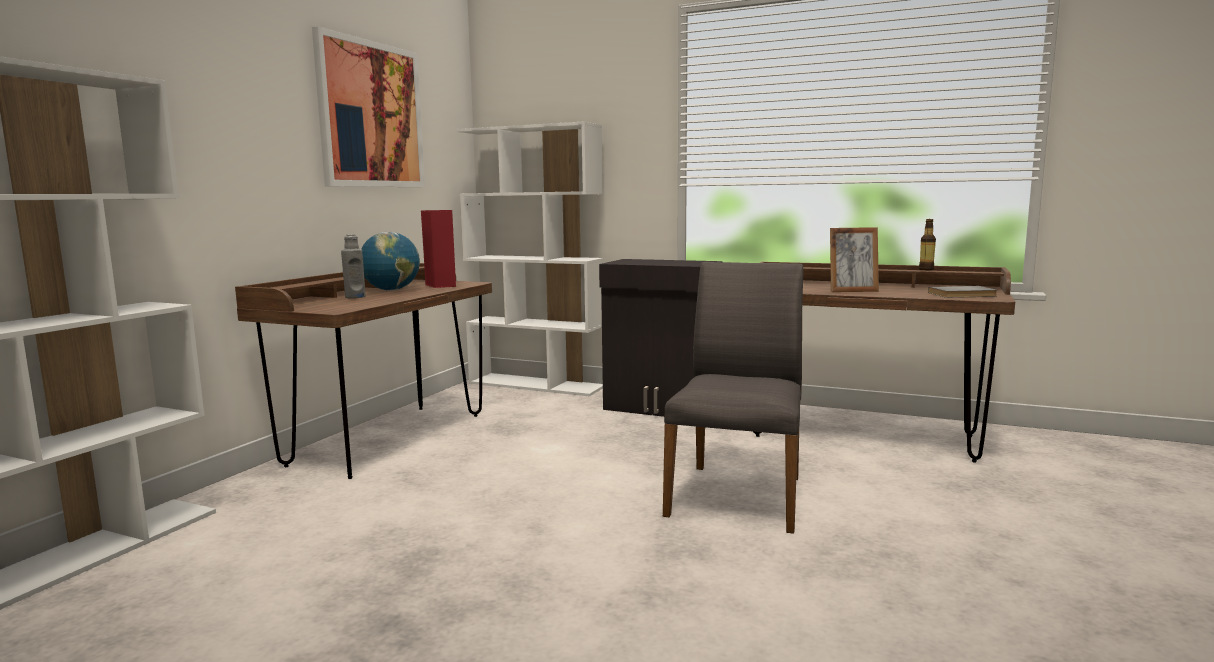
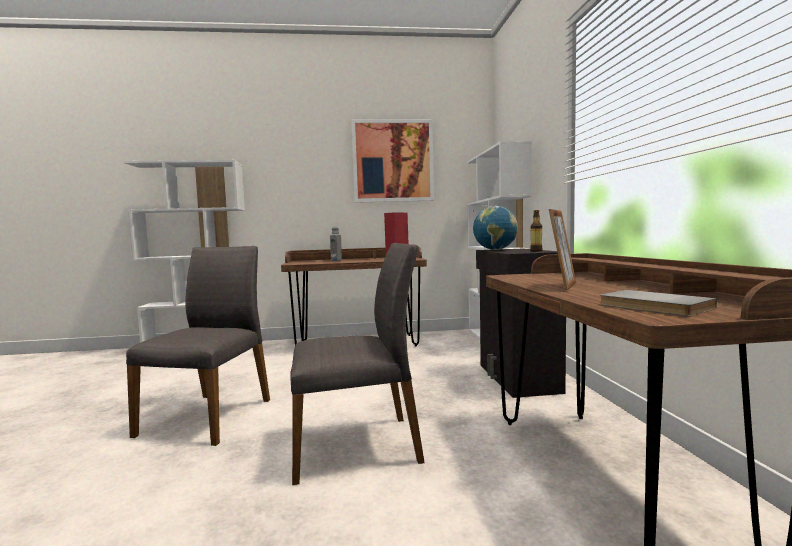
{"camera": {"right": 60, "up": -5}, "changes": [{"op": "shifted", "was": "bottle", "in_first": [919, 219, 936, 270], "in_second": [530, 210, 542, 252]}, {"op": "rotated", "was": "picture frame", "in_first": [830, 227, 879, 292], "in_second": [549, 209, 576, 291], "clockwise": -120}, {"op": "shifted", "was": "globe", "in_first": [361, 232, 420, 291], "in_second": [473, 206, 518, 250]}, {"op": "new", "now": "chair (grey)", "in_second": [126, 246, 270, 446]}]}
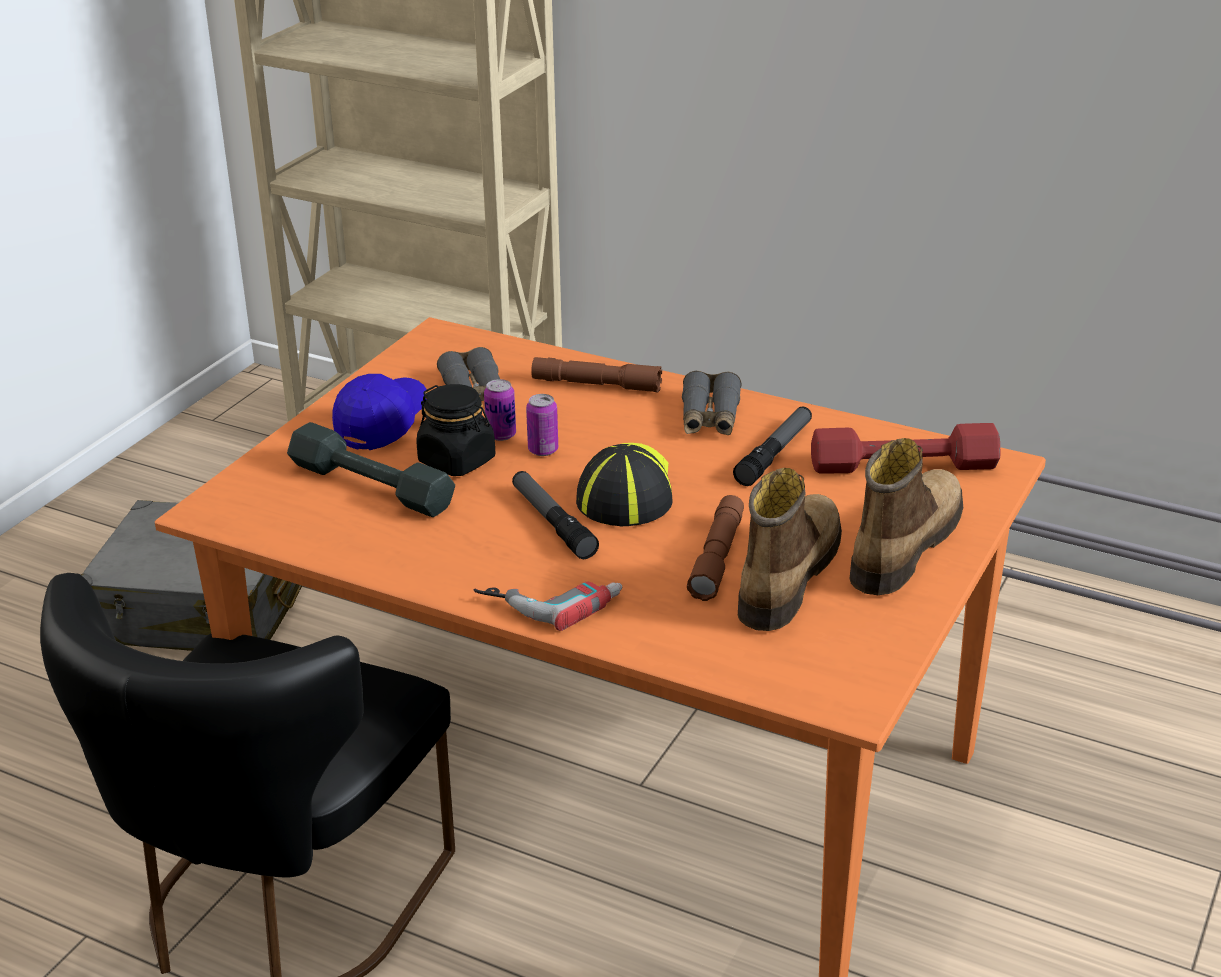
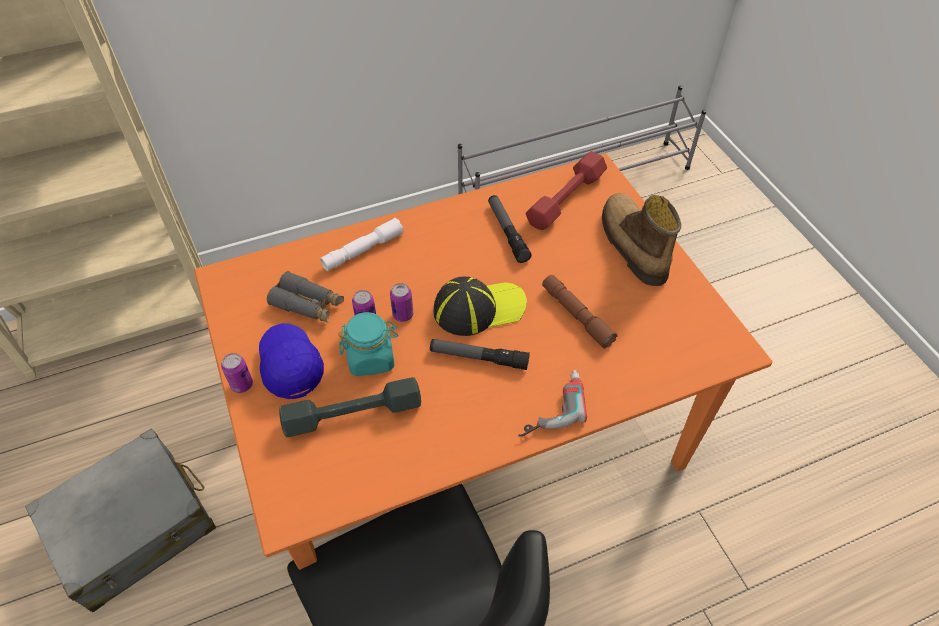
{"camera": {"right": -50, "up": 20}, "changes": [{"op": "repainted", "was": "flashlight (brown)", "now": "flashlight (white)", "in_first": [531, 357, 662, 393], "in_second": [320, 218, 404, 271]}, {"op": "gone", "was": "binoculars (grey)", "in_first": [682, 371, 741, 435]}, {"op": "repainted", "was": "jar (black)", "now": "jar (turquoise)", "in_first": [416, 384, 495, 476], "in_second": [338, 312, 398, 376]}, {"op": "rotated", "was": "cap", "in_first": [576, 443, 673, 526], "in_second": [433, 276, 527, 336], "clockwise": 120}, {"op": "gone", "was": "boot", "in_first": [738, 468, 842, 631]}, {"op": "new", "now": "can", "in_second": [221, 353, 253, 393]}]}
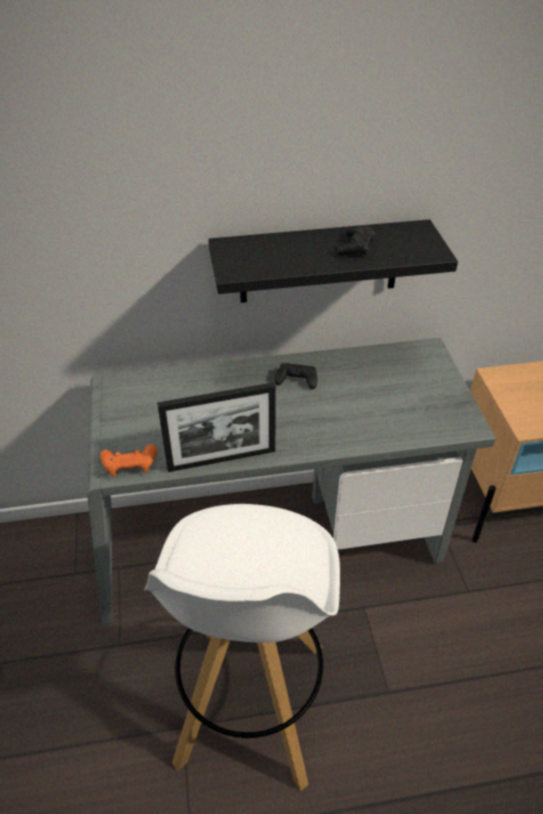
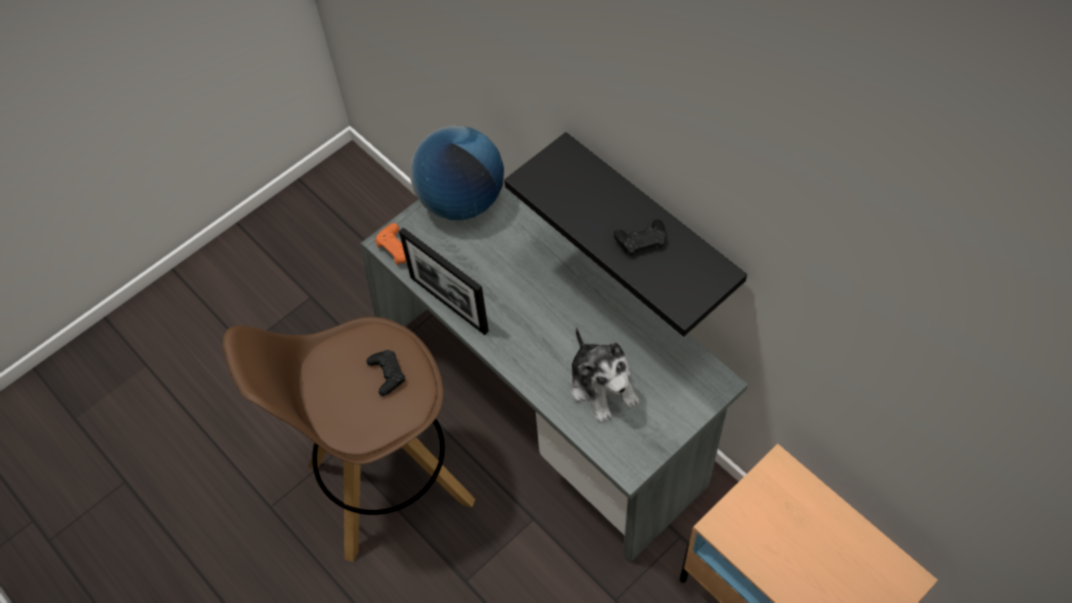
{"camera": {"right": 60, "up": 15}, "changes": [{"op": "shifted", "was": "game controller (black)", "in_first": [274, 363, 317, 389], "in_second": [367, 350, 405, 396]}, {"op": "repainted", "was": "stool (white)", "now": "stool (brown)", "in_first": [145, 504, 340, 791], "in_second": [222, 317, 476, 562]}, {"op": "new", "now": "globe", "in_second": [410, 126, 504, 220]}, {"op": "new", "now": "plush toy", "in_second": [570, 327, 639, 423]}]}
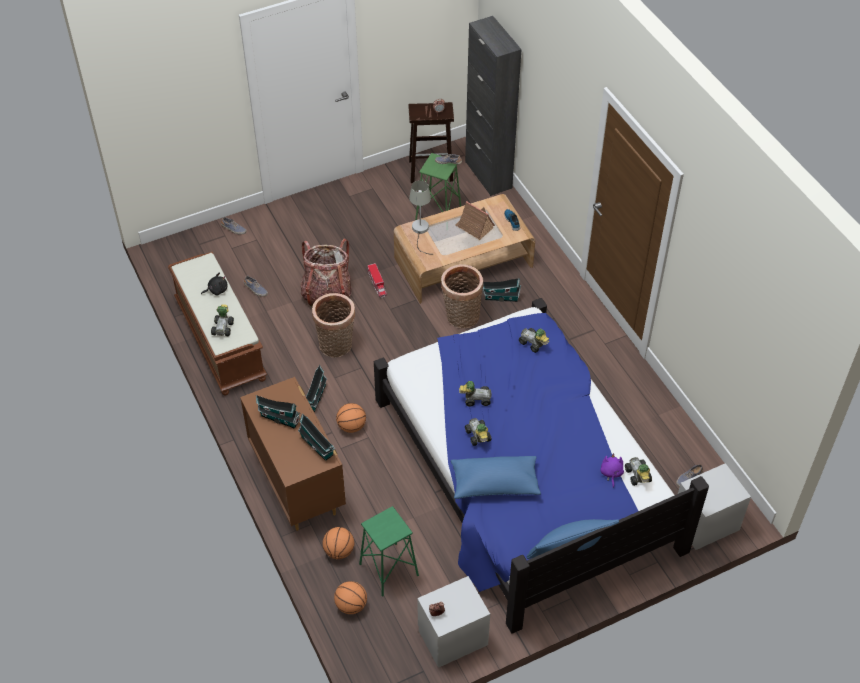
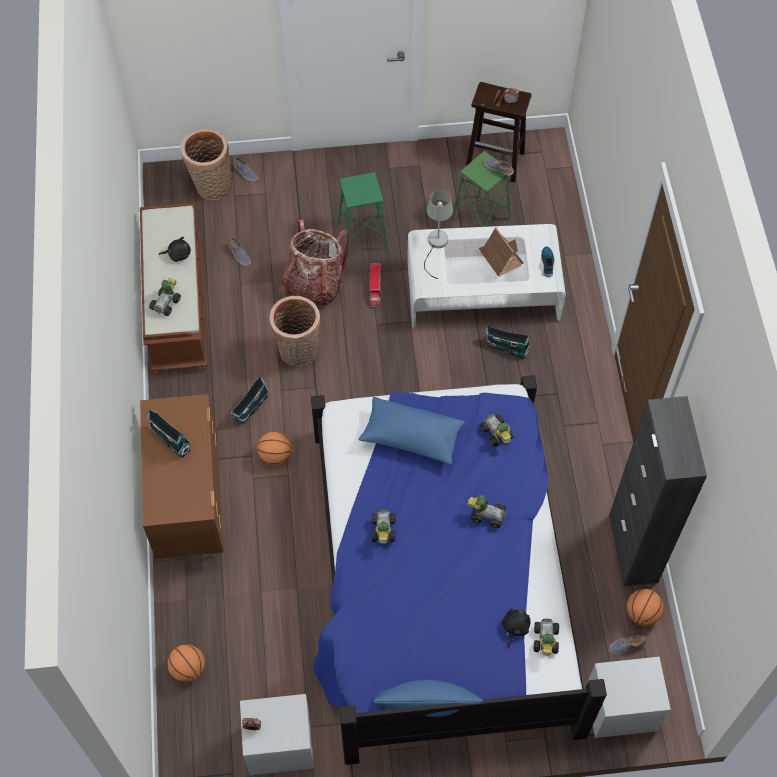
{"camera": {"right": 20, "up": 10}, "changes": [{"op": "shifted", "was": "cabinet (black)", "in_first": [465, 16, 522, 196], "in_second": [609, 396, 707, 586]}, {"op": "repainted", "was": "coffee table (brown)", "now": "coffee table (white)", "in_first": [394, 194, 535, 304], "in_second": [407, 224, 566, 328]}, {"op": "shifted", "was": "basket", "in_first": [441, 264, 484, 329], "in_second": [181, 129, 232, 200]}, {"op": "shifted", "was": "toy car", "in_first": [459, 381, 492, 406], "in_second": [467, 495, 506, 528]}, {"op": "gone", "was": "toy house", "in_first": [298, 414, 335, 461]}, {"op": "repainted", "was": "plush toy (purple)", "now": "plush toy (black)", "in_first": [600, 453, 624, 488], "in_second": [502, 607, 531, 647]}, {"op": "shifted", "was": "pillow (blue)", "in_first": [451, 456, 541, 499], "in_second": [359, 397, 465, 465]}, {"op": "shifted", "was": "stool (green)", "in_first": [359, 506, 419, 597], "in_second": [338, 172, 388, 258]}, {"op": "shifted", "was": "basketball", "in_first": [322, 527, 354, 559], "in_second": [627, 589, 664, 626]}]}
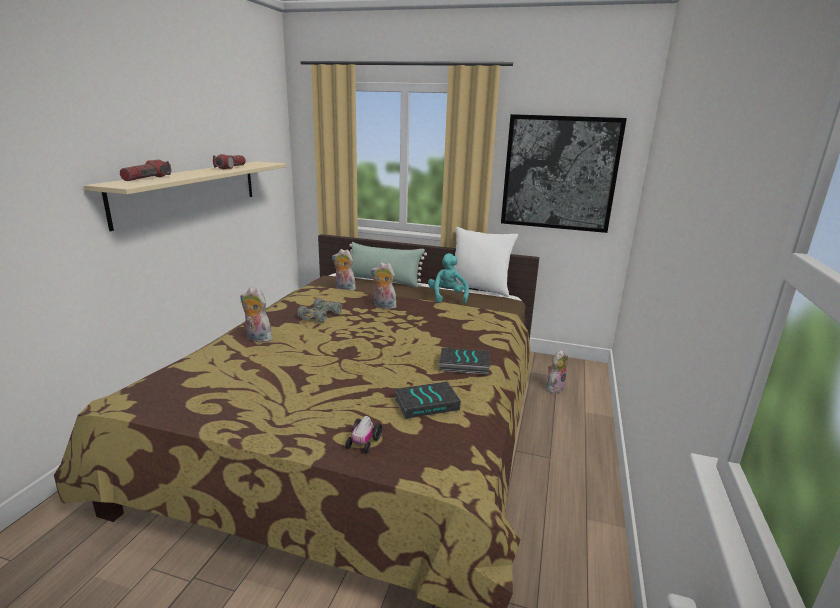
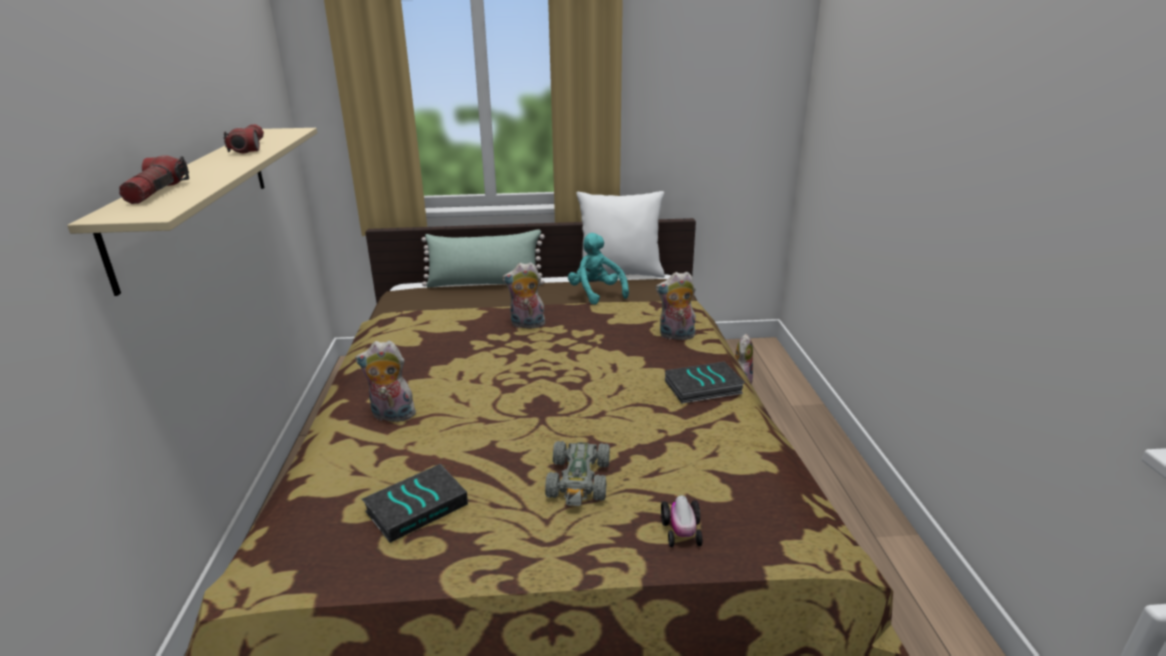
{"camera": {"right": -20, "up": 5}, "changes": [{"op": "gone", "was": "picture", "in_first": [501, 114, 627, 233]}, {"op": "shifted", "was": "plush toy", "in_first": [332, 249, 357, 291], "in_second": [655, 272, 696, 340]}, {"op": "shifted", "was": "toy car (grey)", "in_first": [297, 298, 342, 323], "in_second": [545, 441, 610, 506]}, {"op": "shifted", "was": "book", "in_first": [394, 381, 461, 419], "in_second": [362, 464, 468, 543]}]}
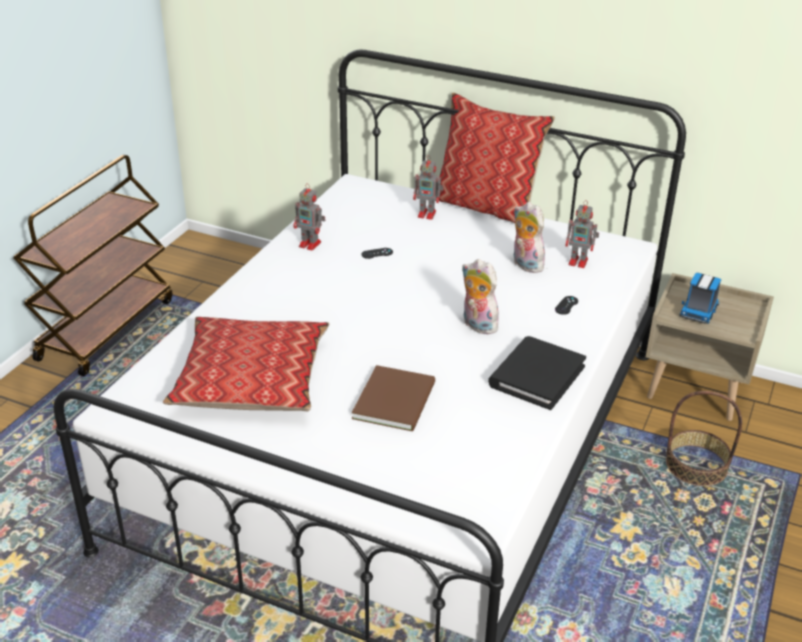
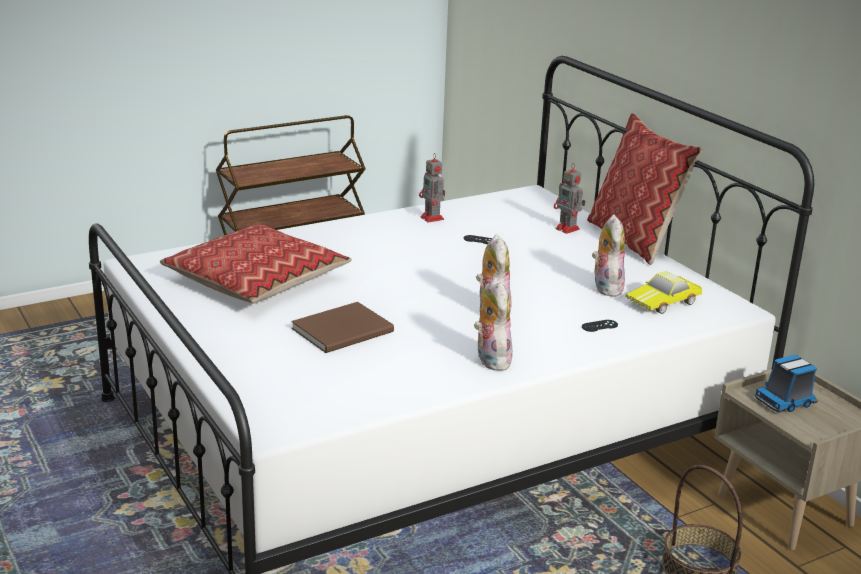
{"camera": {"right": 35, "up": -10}, "changes": [{"op": "swapped", "was": "toy robot", "now": "toy car", "in_first": [565, 200, 599, 268], "in_second": [625, 271, 702, 314]}, {"op": "swapped", "was": "book (black)", "now": "plush toy", "in_first": [488, 336, 586, 410], "in_second": [474, 278, 513, 371]}]}
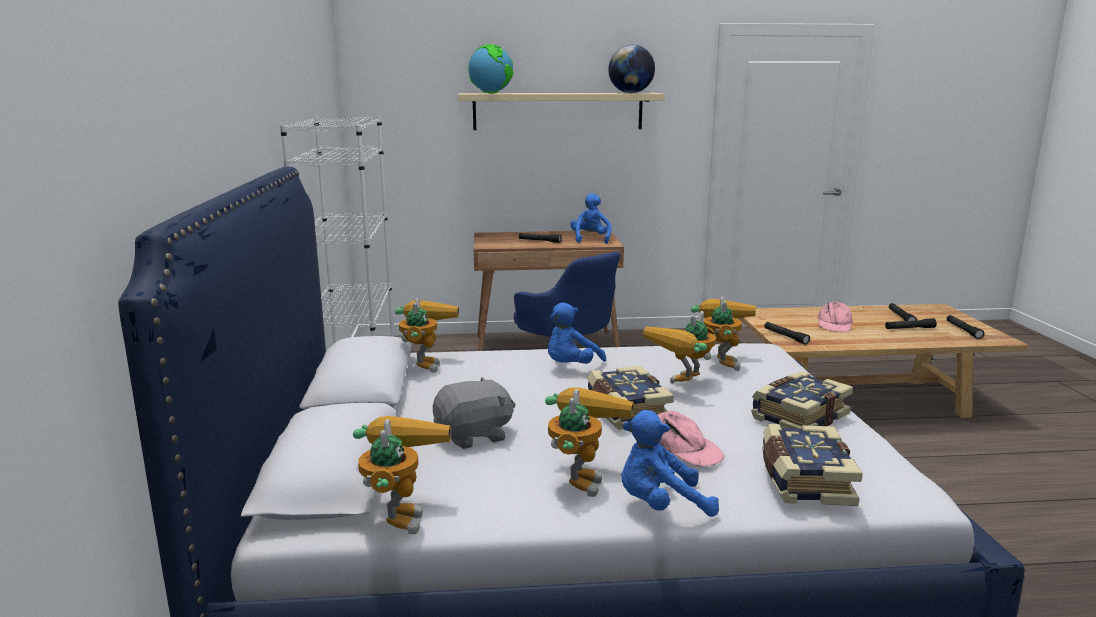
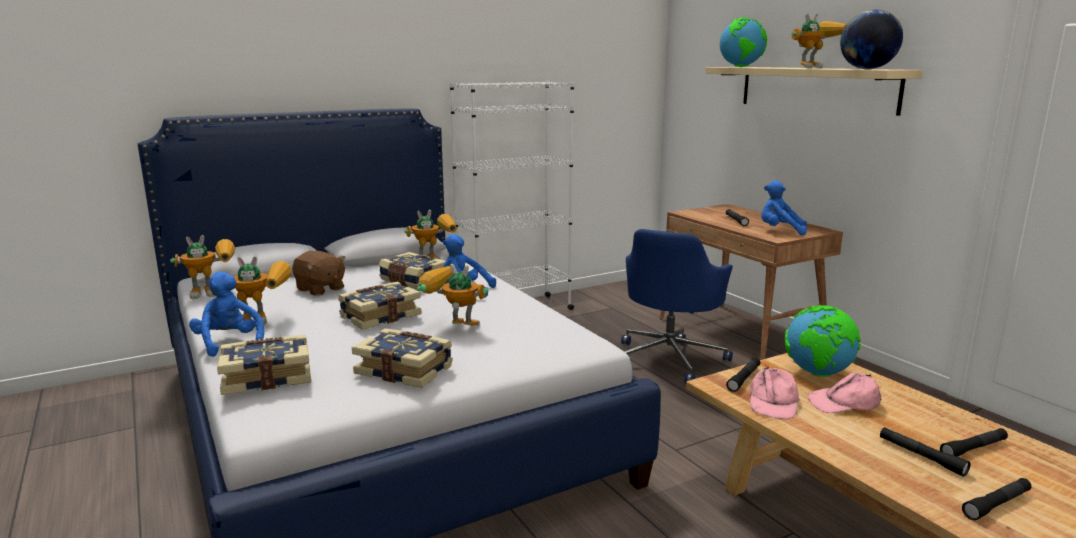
{"camera": {"right": 65, "up": 0}, "changes": [{"op": "rotated", "was": "plush toy (blue)", "in_first": [570, 193, 612, 244], "in_second": [761, 180, 807, 235], "clockwise": -135}, {"op": "shifted", "was": "toy robot", "in_first": [691, 297, 756, 371], "in_second": [792, 13, 847, 68]}, {"op": "repainted", "was": "plush toy (grey)", "now": "plush toy (brown)", "in_first": [433, 377, 516, 449], "in_second": [292, 250, 346, 296]}, {"op": "shifted", "was": "cap (pink)", "in_first": [657, 411, 725, 467], "in_second": [749, 366, 799, 419]}, {"op": "new", "now": "book", "in_second": [379, 252, 445, 289]}, {"op": "new", "now": "globe", "in_second": [785, 305, 861, 377]}]}
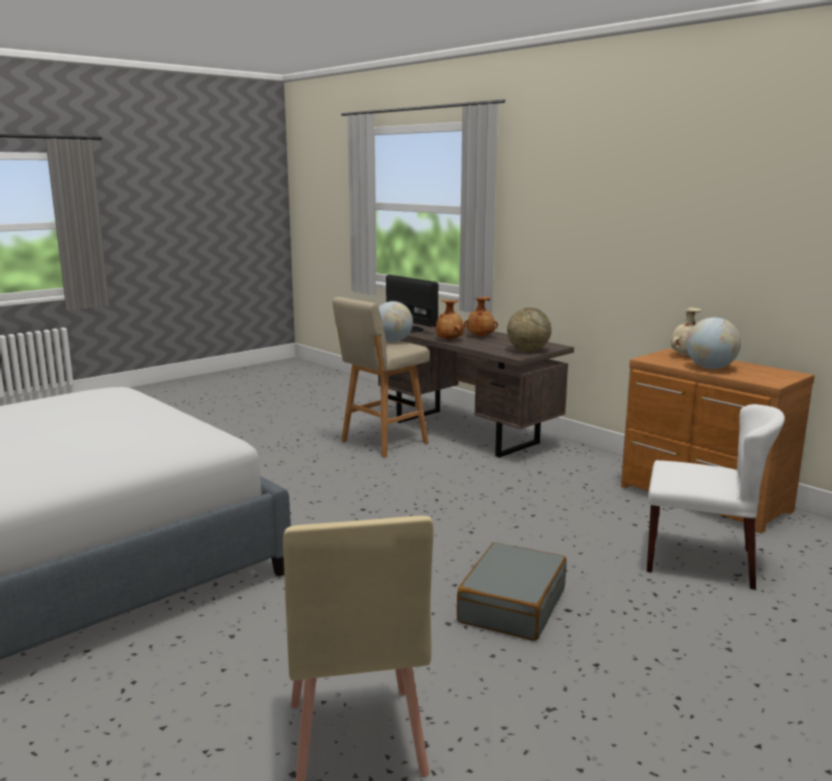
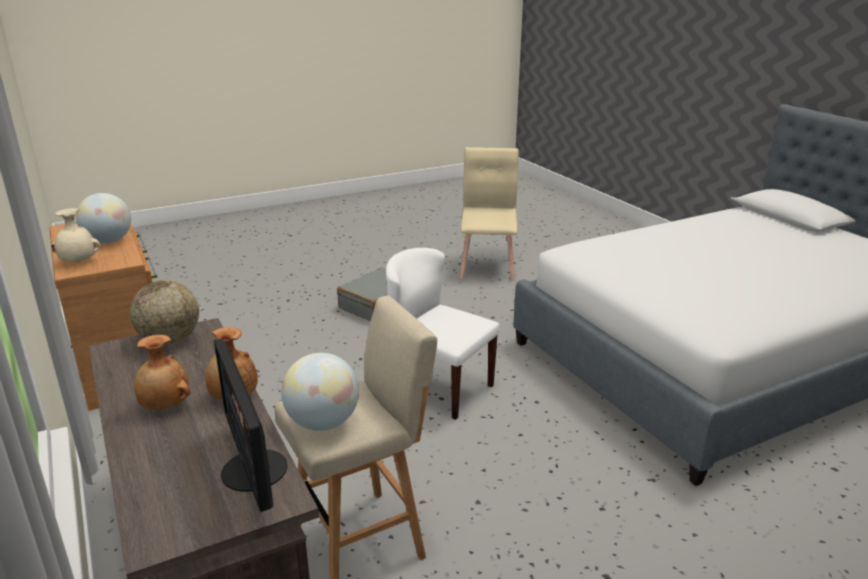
{"camera": {"right": -165, "up": 10}, "changes": [{"op": "shifted", "was": "chair (white)", "in_first": [647, 404, 785, 590], "in_second": [386, 248, 499, 420]}]}
